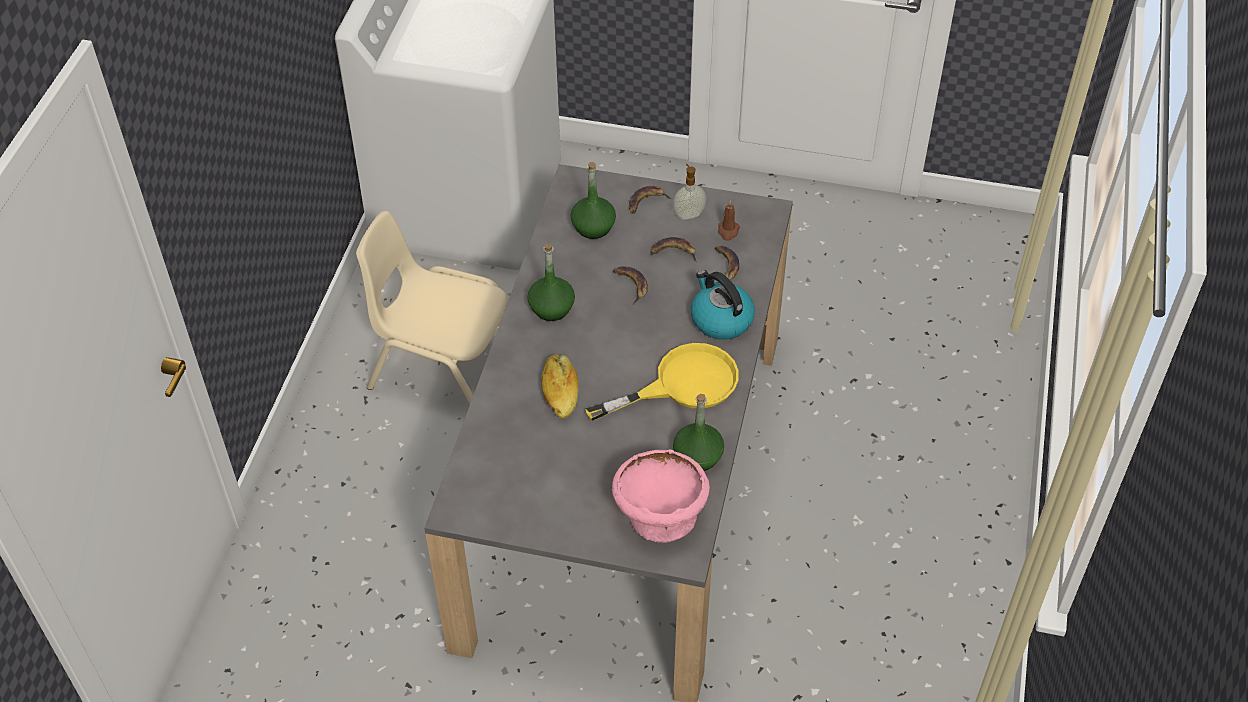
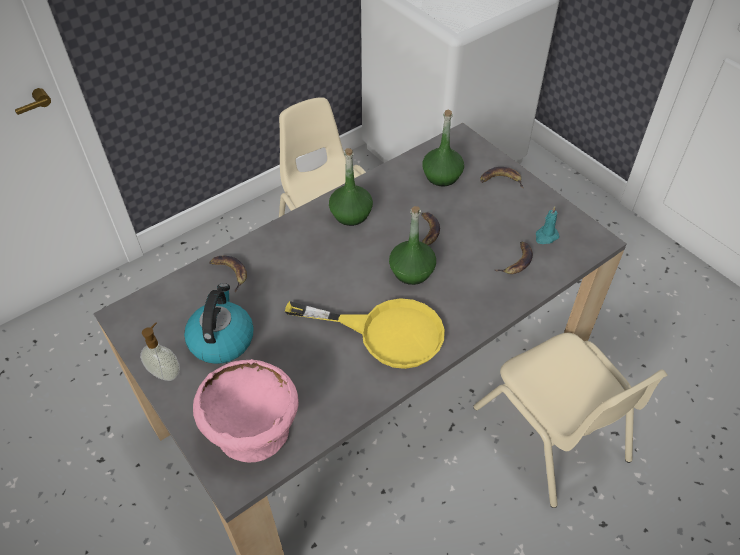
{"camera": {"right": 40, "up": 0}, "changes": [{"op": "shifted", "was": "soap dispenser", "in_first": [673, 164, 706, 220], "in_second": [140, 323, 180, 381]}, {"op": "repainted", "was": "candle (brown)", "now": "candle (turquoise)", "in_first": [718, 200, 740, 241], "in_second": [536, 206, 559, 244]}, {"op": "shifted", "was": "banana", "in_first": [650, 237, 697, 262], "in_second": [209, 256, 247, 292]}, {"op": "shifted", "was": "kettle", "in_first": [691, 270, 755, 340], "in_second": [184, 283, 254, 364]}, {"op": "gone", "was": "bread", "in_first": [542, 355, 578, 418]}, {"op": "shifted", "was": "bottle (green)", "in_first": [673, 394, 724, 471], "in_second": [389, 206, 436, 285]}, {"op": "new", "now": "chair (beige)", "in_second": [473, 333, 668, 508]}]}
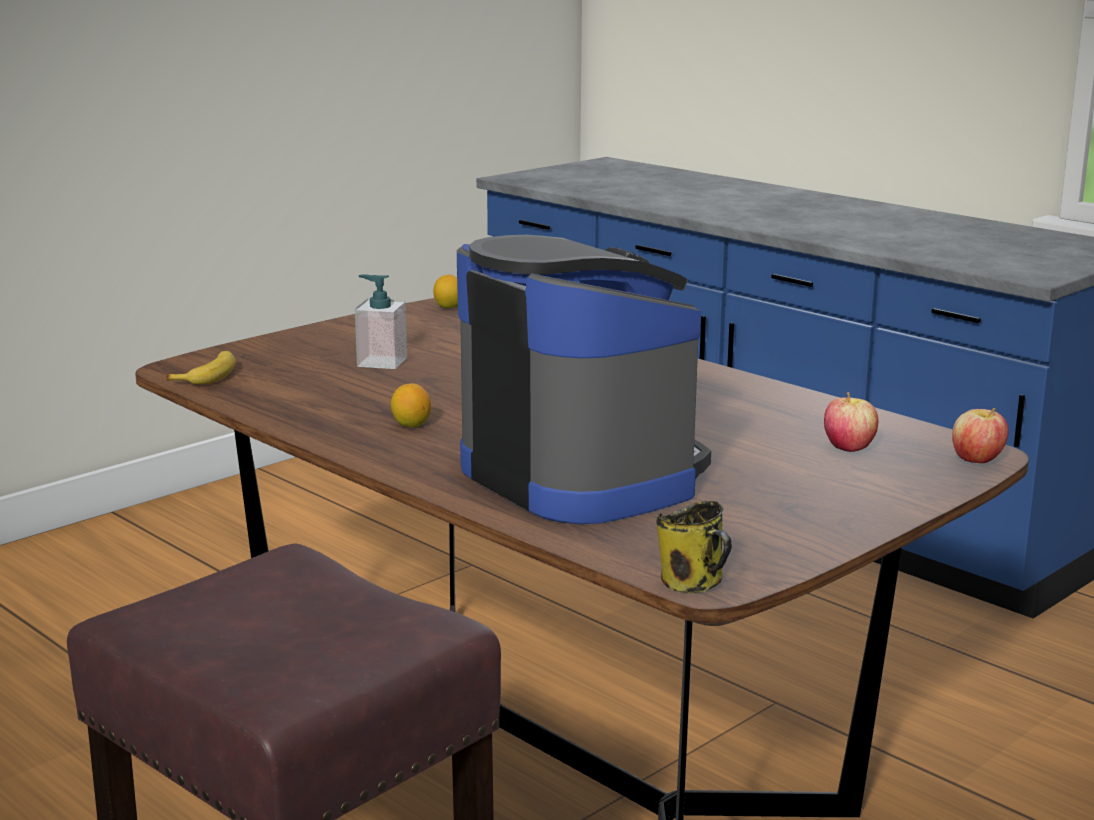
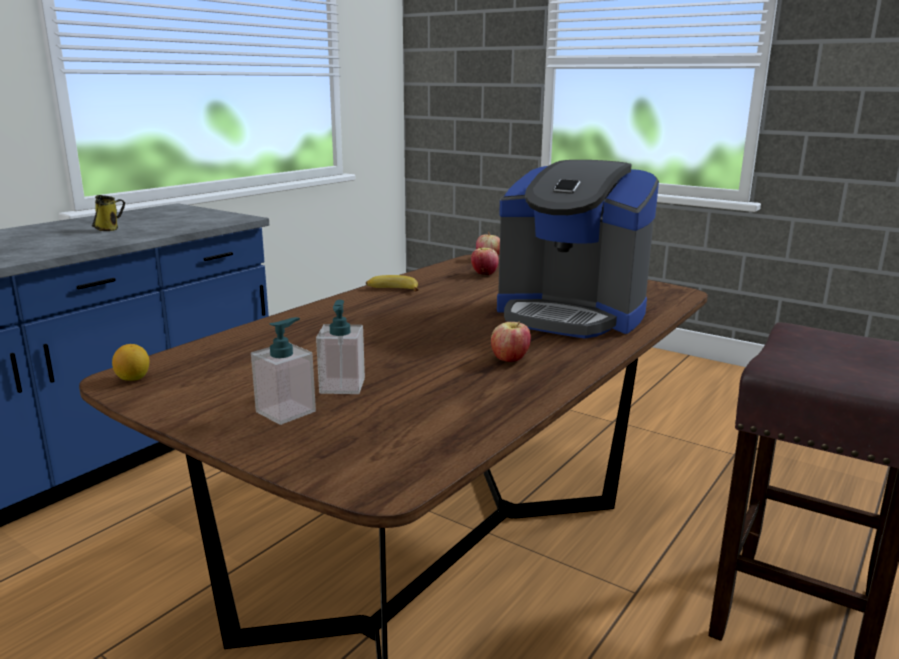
{"camera": {"right": -100, "up": 0}, "changes": [{"op": "rotated", "was": "coffee machine", "in_first": [457, 235, 711, 524], "in_second": [497, 160, 659, 339], "clockwise": -105}, {"op": "shifted", "was": "banana", "in_first": [166, 351, 236, 385], "in_second": [366, 275, 419, 291]}, {"op": "swapped", "was": "lemon", "now": "apple", "in_first": [391, 383, 431, 427], "in_second": [491, 322, 531, 362]}, {"op": "shifted", "was": "mug", "in_first": [656, 500, 732, 593], "in_second": [92, 195, 125, 231]}, {"op": "new", "now": "soap dispenser", "in_second": [251, 317, 316, 425]}]}
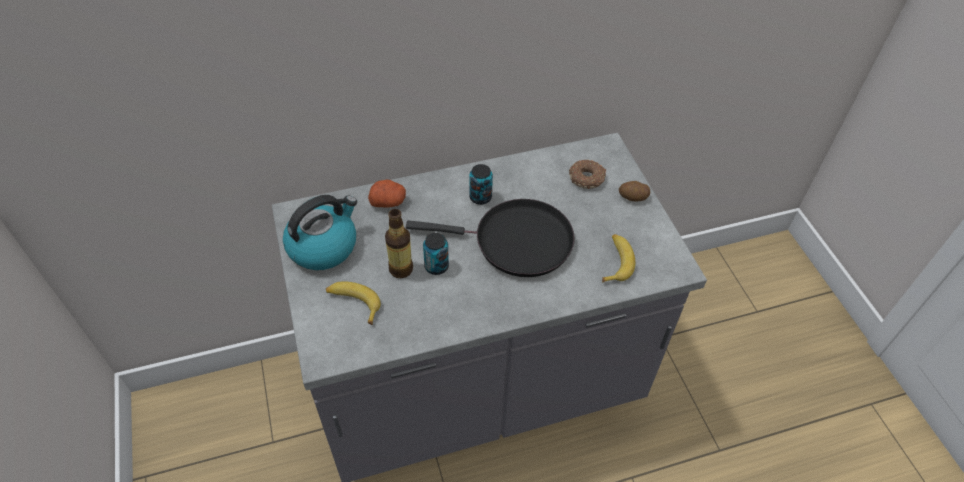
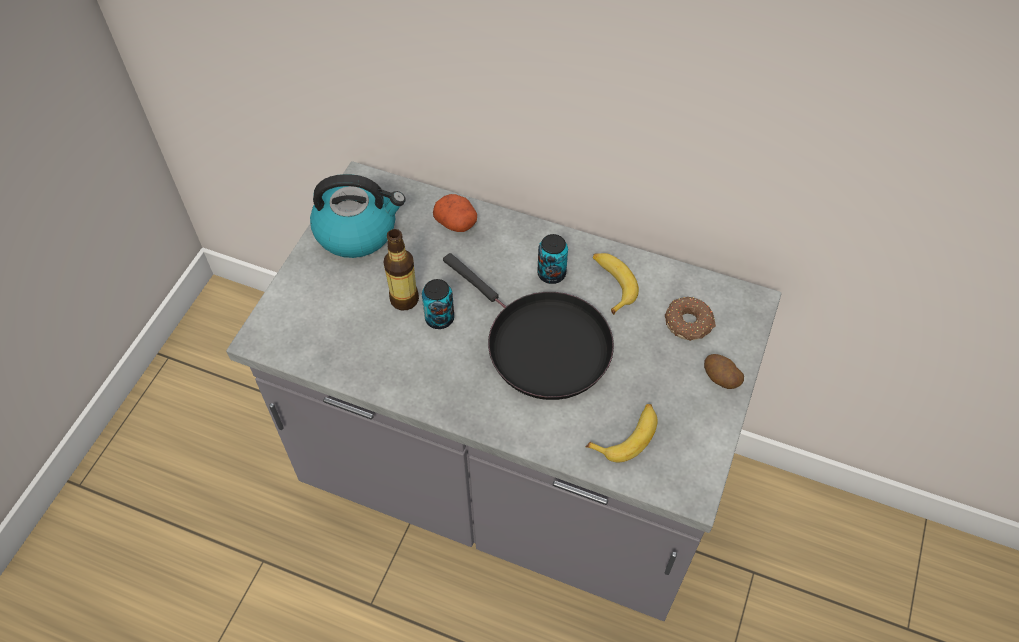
{"camera": {"right": 40, "up": 5}, "changes": [{"op": "shifted", "was": "banana", "in_first": [326, 281, 381, 325], "in_second": [593, 253, 639, 315]}]}
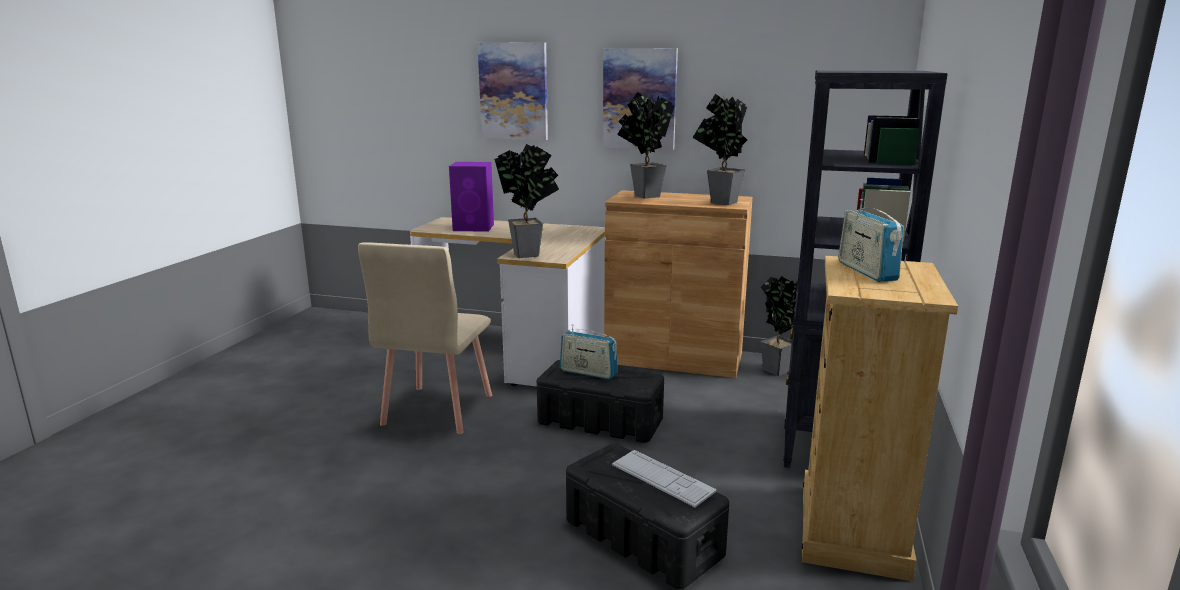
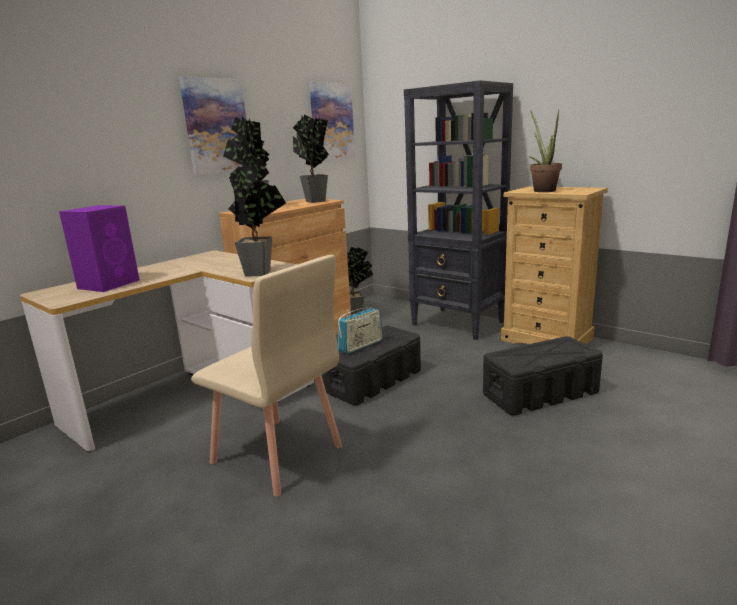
{"camera": {"right": -65, "up": 0}, "changes": [{"op": "shifted", "was": "picture", "in_first": [478, 42, 548, 140], "in_second": [309, 82, 355, 161]}, {"op": "swapped", "was": "radio", "now": "potted plant", "in_first": [838, 199, 904, 282], "in_second": [528, 109, 562, 192]}, {"op": "gone", "was": "keyboard", "in_first": [612, 450, 717, 508]}]}
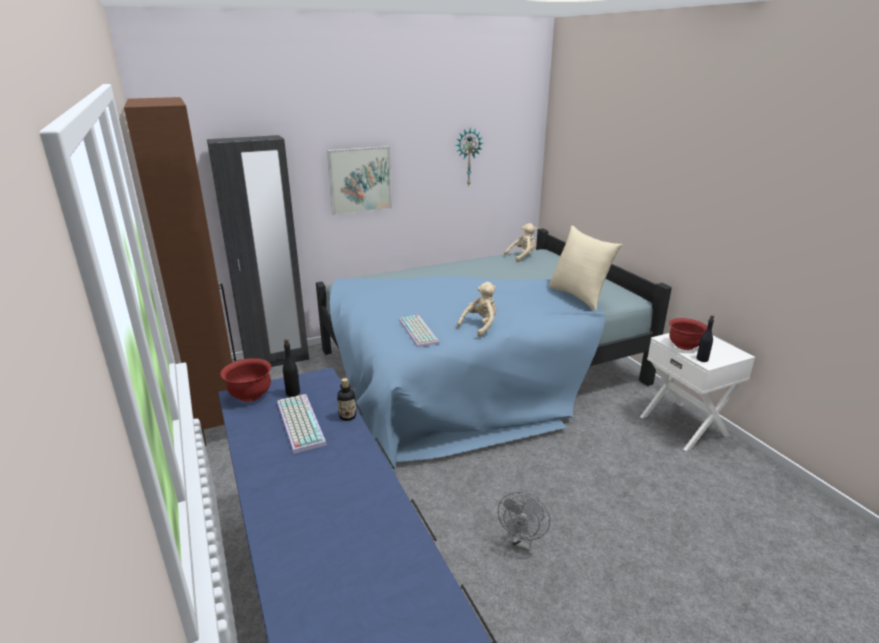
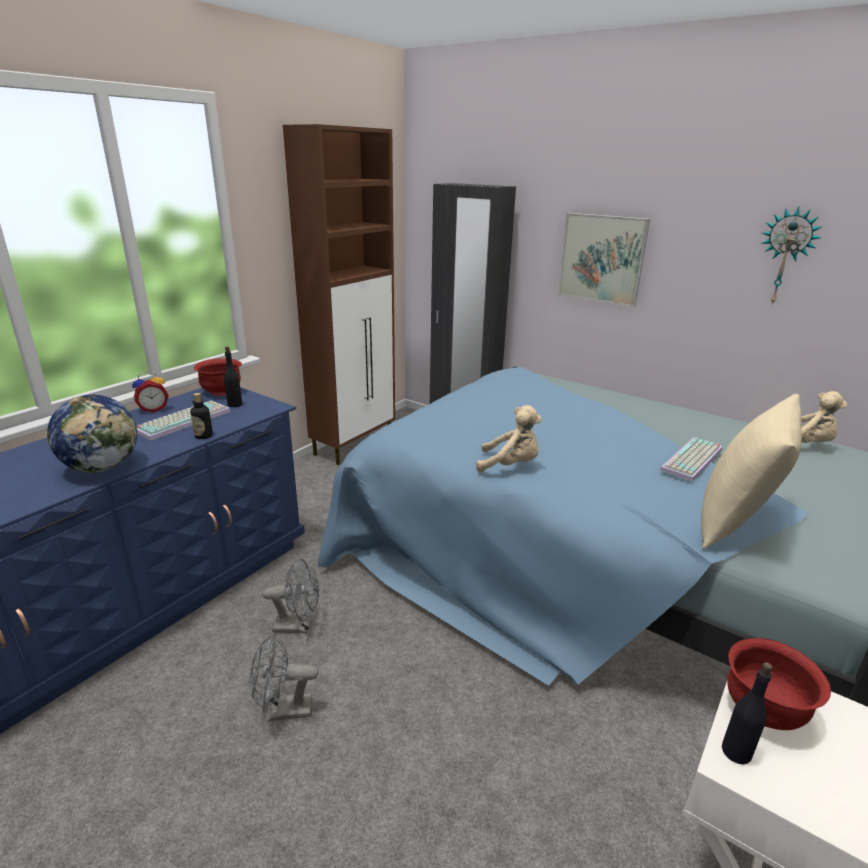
{"camera": {"right": 60, "up": 0}, "changes": [{"op": "shifted", "was": "keyboard", "in_first": [399, 315, 439, 348], "in_second": [660, 437, 723, 482]}, {"op": "new", "now": "alarm clock", "in_second": [132, 371, 169, 413]}, {"op": "new", "now": "globe", "in_second": [46, 395, 137, 473]}, {"op": "new", "now": "fan (grey)", "in_second": [262, 559, 319, 633]}]}
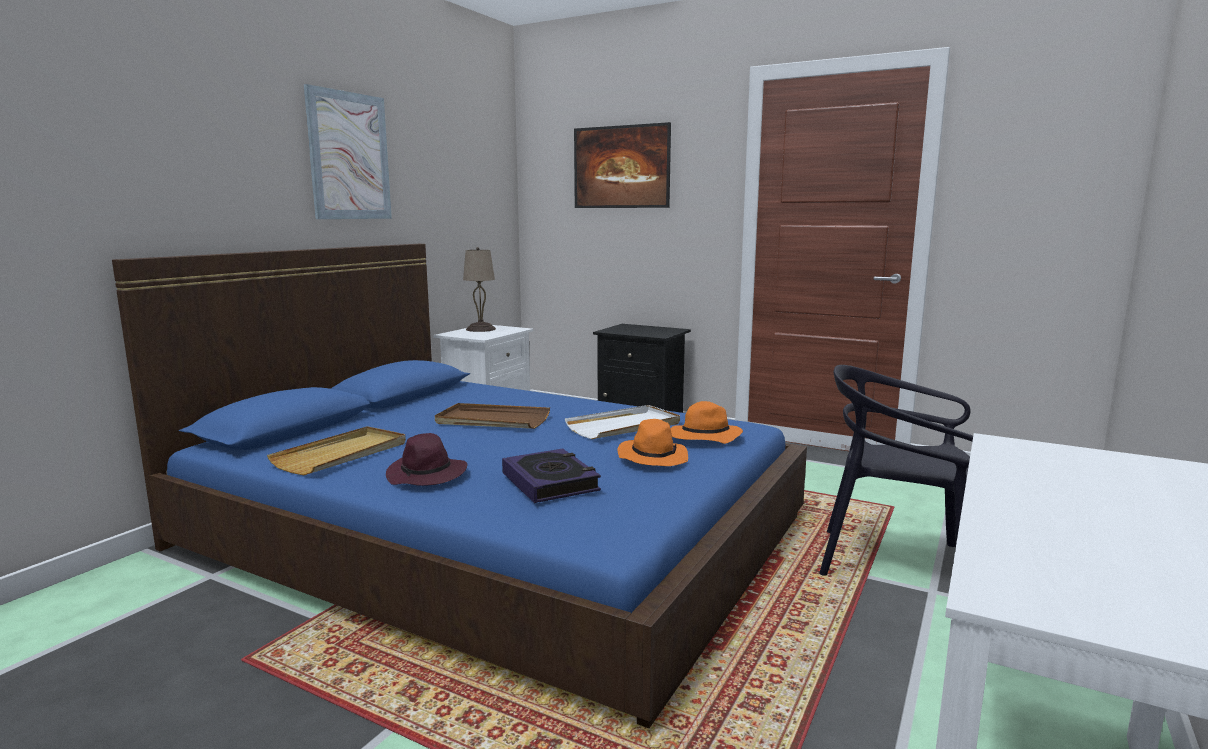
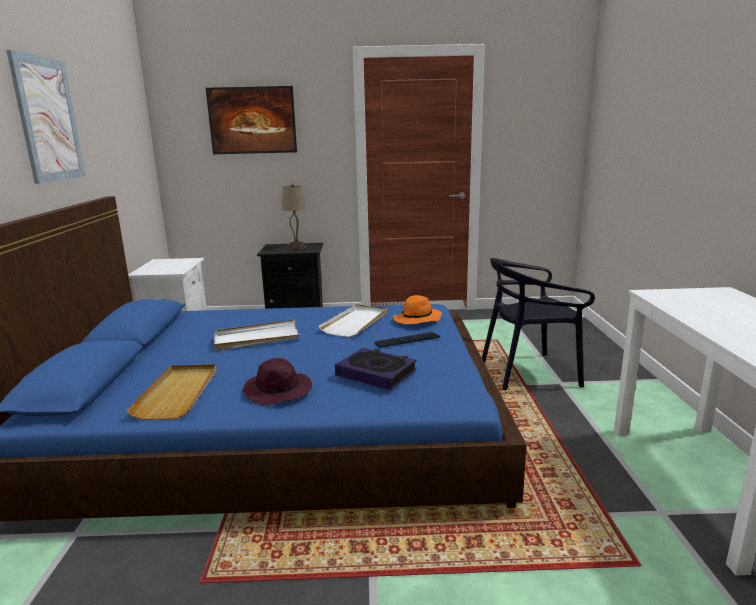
{"camera": {"right": -30, "up": 5}, "changes": [{"op": "shifted", "was": "table lamp (beige)", "in_first": [463, 247, 496, 332], "in_second": [282, 184, 308, 250]}, {"op": "repainted", "was": "tray (brown)", "now": "tray (white)", "in_first": [435, 403, 550, 429], "in_second": [214, 320, 300, 351]}, {"op": "swapped", "was": "hat (orange)", "now": "keyboard", "in_first": [618, 419, 688, 466], "in_second": [374, 332, 440, 348]}]}
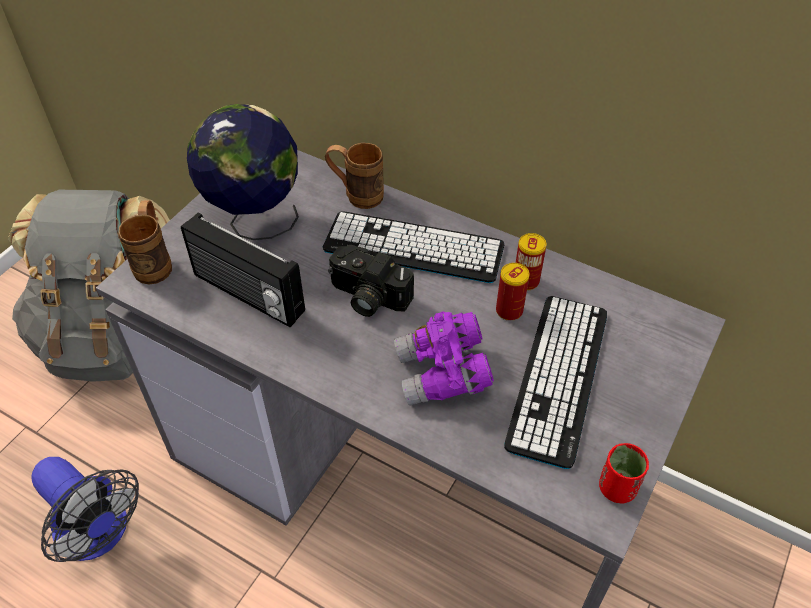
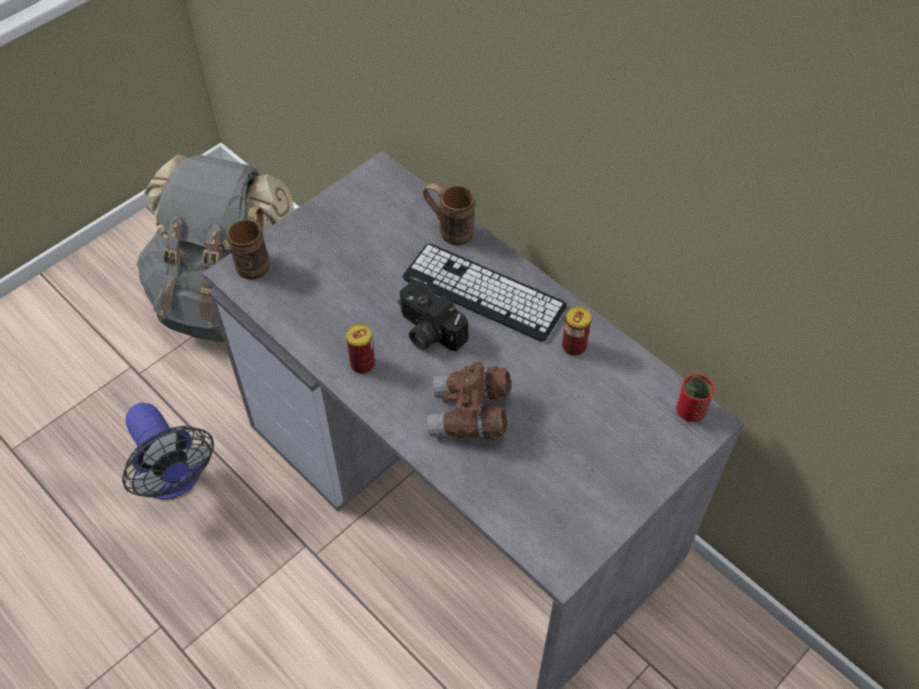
{"camera": {"right": 15, "up": 5}, "changes": [{"op": "gone", "was": "globe", "in_first": [187, 104, 299, 240]}, {"op": "gone", "was": "radio", "in_first": [181, 212, 305, 327]}, {"op": "shifted", "was": "can", "in_first": [496, 263, 530, 321], "in_second": [346, 324, 375, 374]}, {"op": "gone", "was": "keyboard", "in_first": [504, 296, 607, 469]}, {"op": "repainted", "was": "binoculars (purple)", "now": "binoculars (brown)", "in_first": [394, 311, 494, 406], "in_second": [427, 362, 511, 440]}, {"op": "shifted", "was": "cup (red)", "in_first": [599, 443, 649, 503], "in_second": [676, 374, 714, 422]}]}
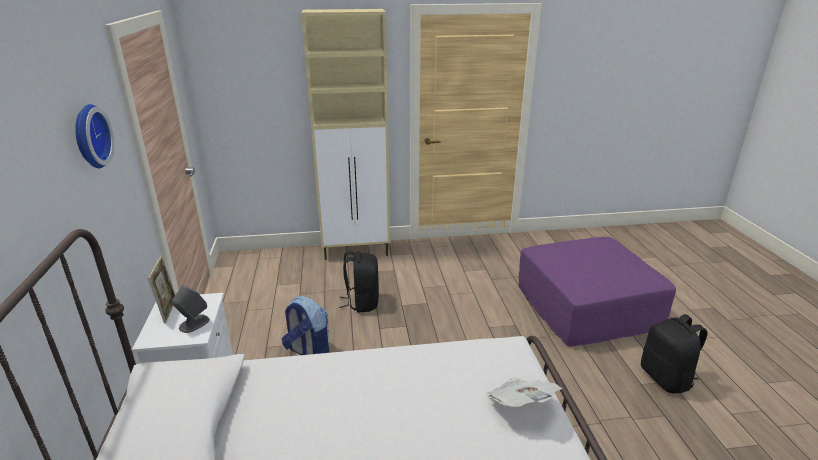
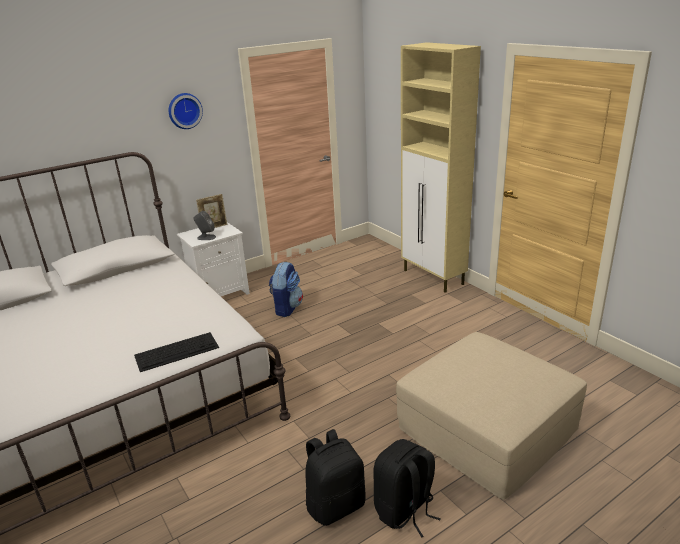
{"camera": {"right": 65, "up": 0}, "changes": [{"op": "repainted", "was": "ottoman (purple)", "now": "ottoman (beige)", "in_first": [518, 237, 676, 346], "in_second": [396, 332, 587, 499]}, {"op": "shifted", "was": "backpack (black)", "in_first": [339, 251, 379, 312], "in_second": [305, 429, 366, 526]}, {"op": "swapped", "was": "newspaper", "now": "keyboard", "in_first": [486, 378, 562, 407], "in_second": [134, 332, 219, 372]}]}
